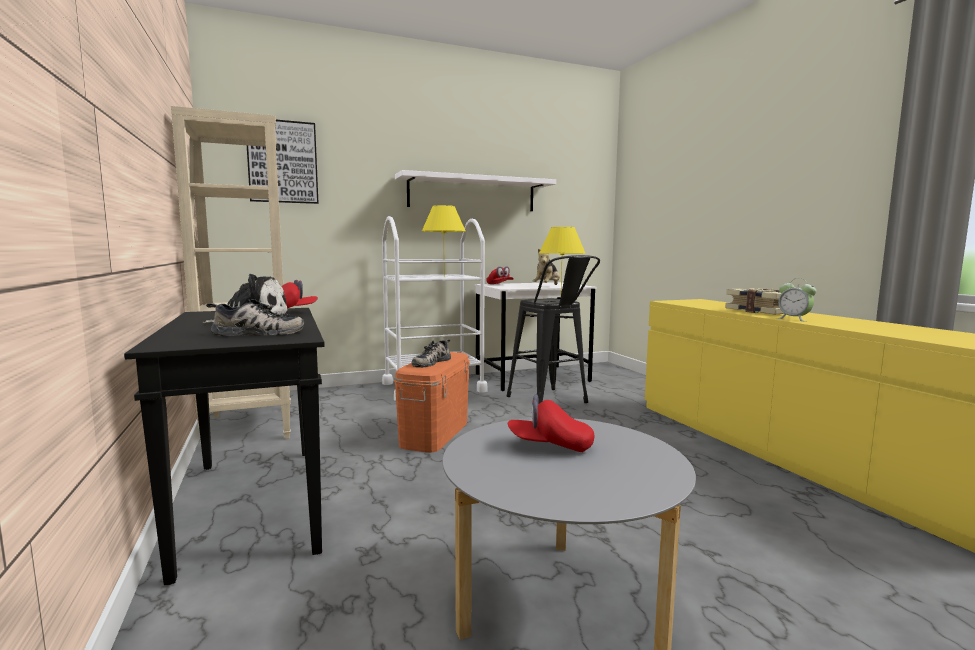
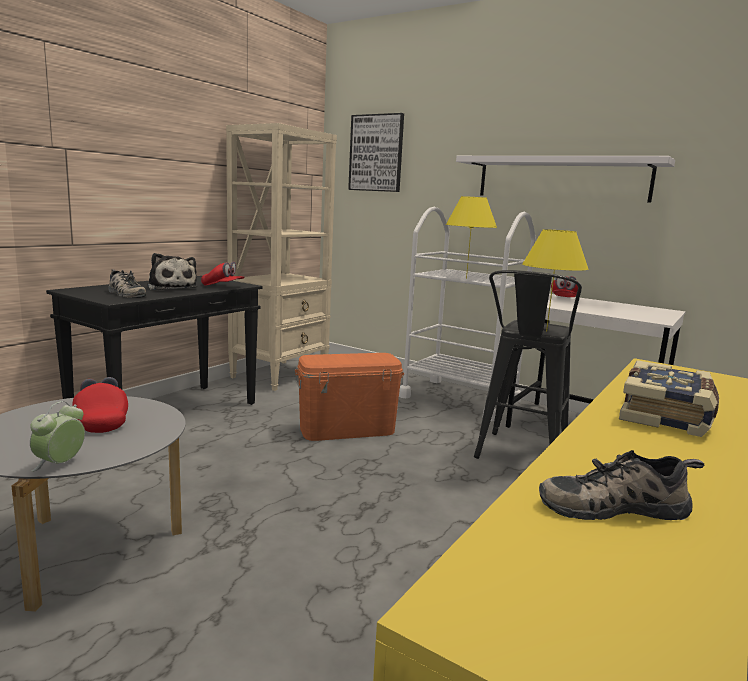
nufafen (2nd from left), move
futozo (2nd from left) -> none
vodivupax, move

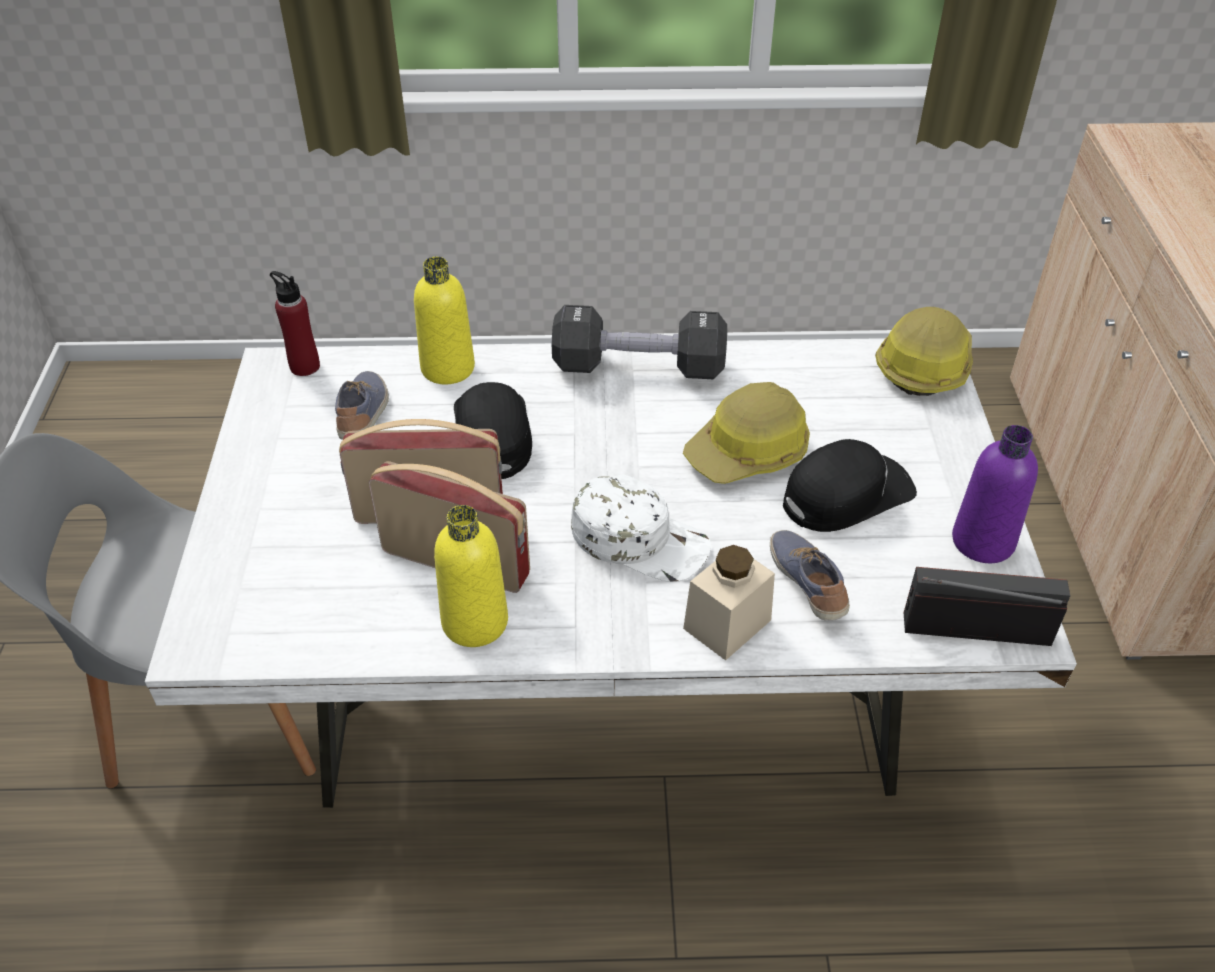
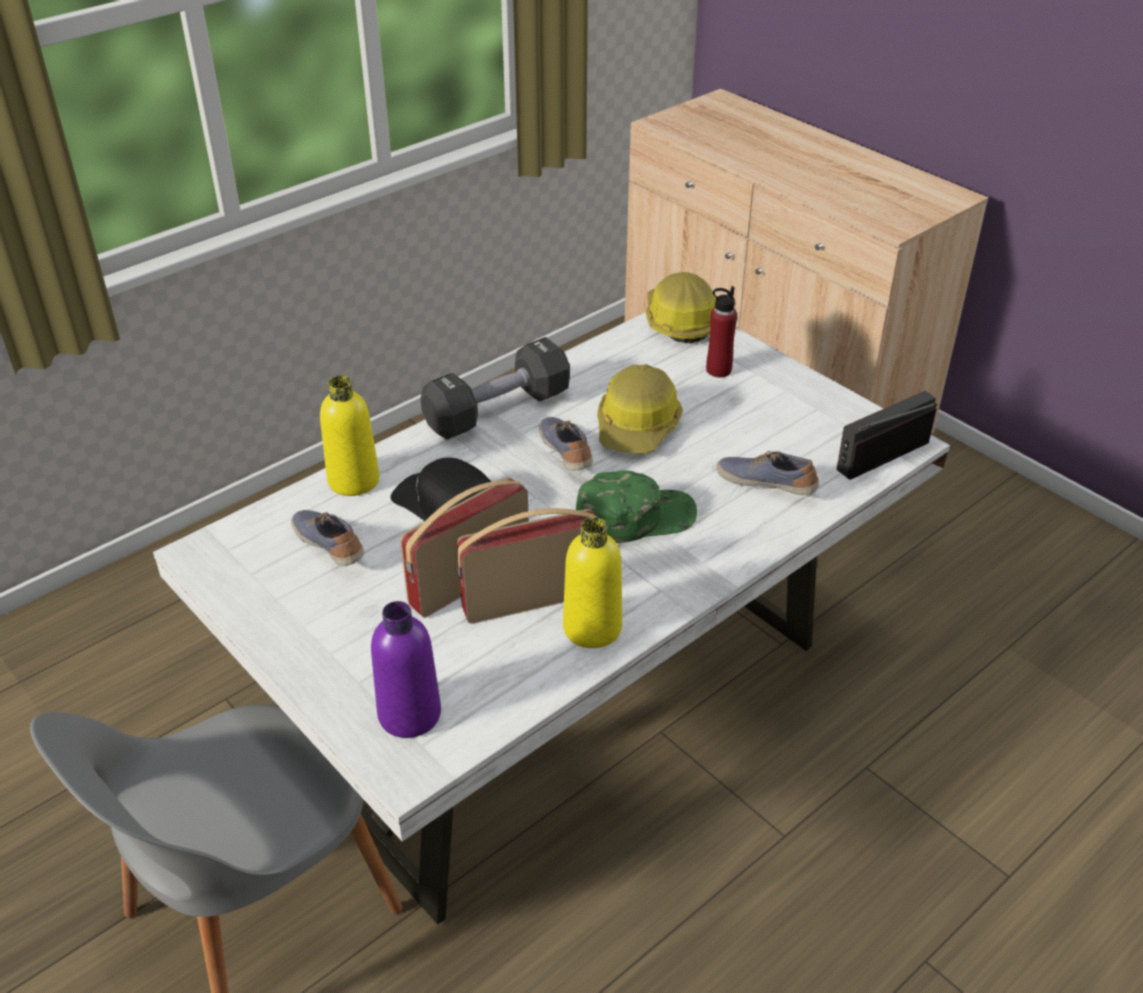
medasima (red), move
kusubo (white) -> kusubo (green)
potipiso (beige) -> none
kusubo (black) (2nd from left) -> none
medasima (purple), move
none -> nufafen (2nd from left)

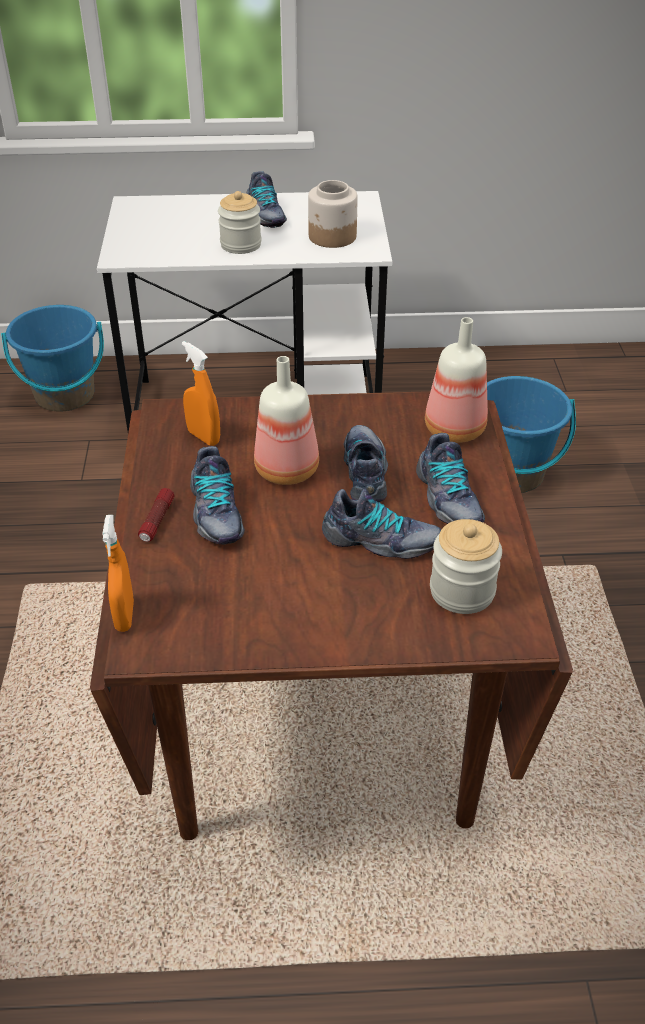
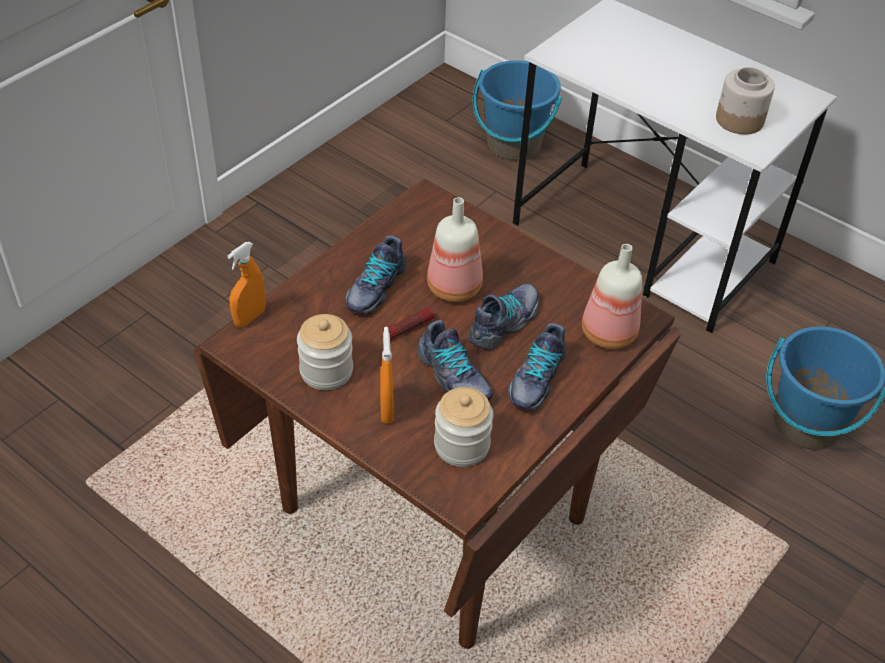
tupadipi, move
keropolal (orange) (2nd from left), move
potipiso (1st from left), move
nufafen (2nd from left) -> none

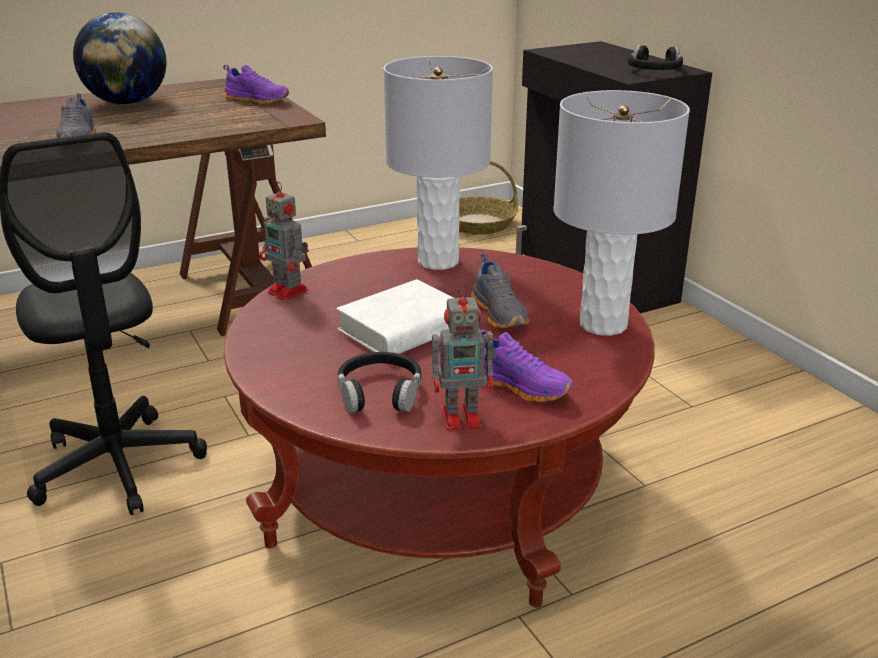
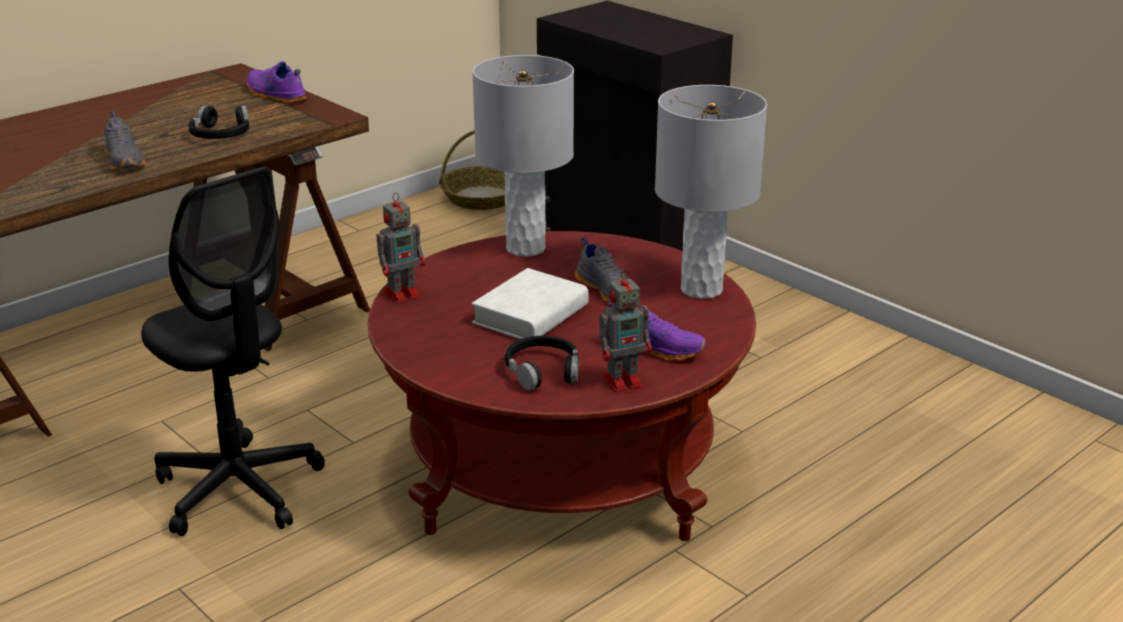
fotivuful -> none
nufafen (purple) (1st from left), 150 degrees counterclockwise
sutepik (1st from left), 60 degrees counterclockwise
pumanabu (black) (2nd from left in the first image) -> pumanabu (black) (1st from left), move

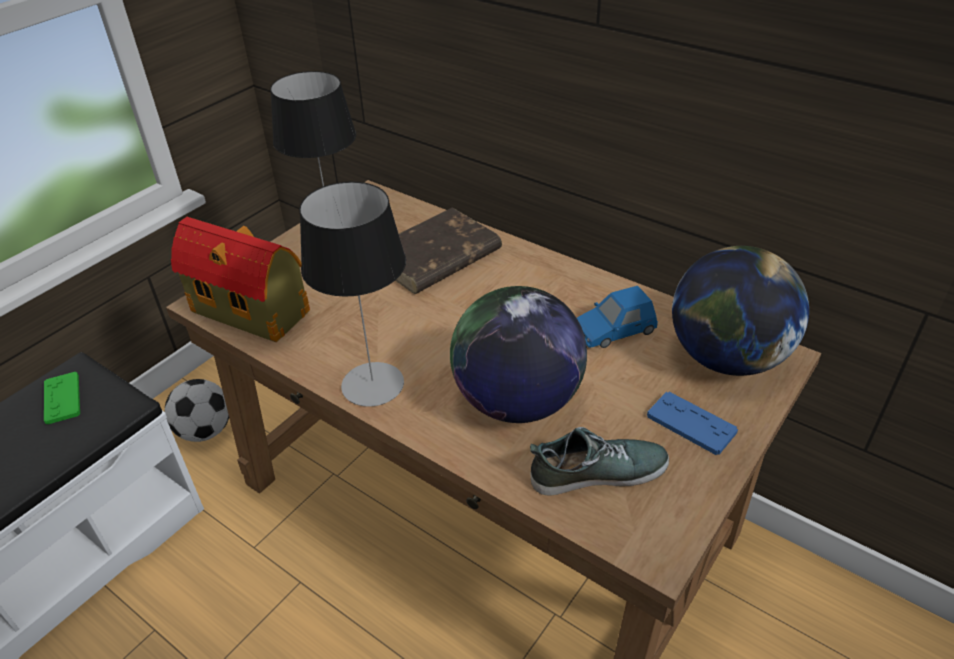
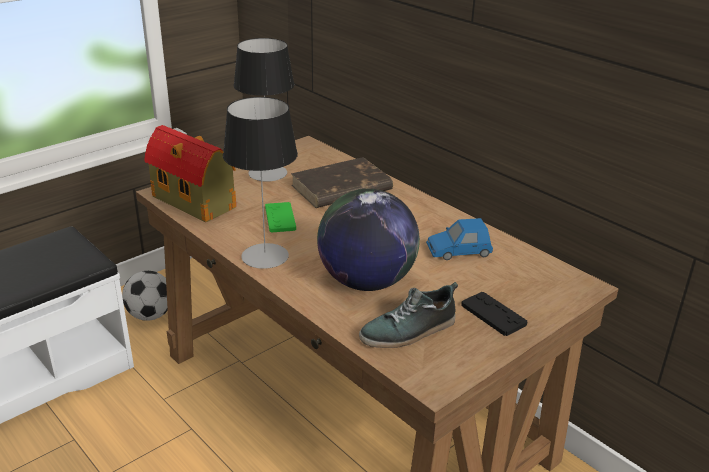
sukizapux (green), move
nufafen, 150 degrees clockwise
sukizapux (blue) -> sukizapux (black)
fotivuful (2nd from left) -> none

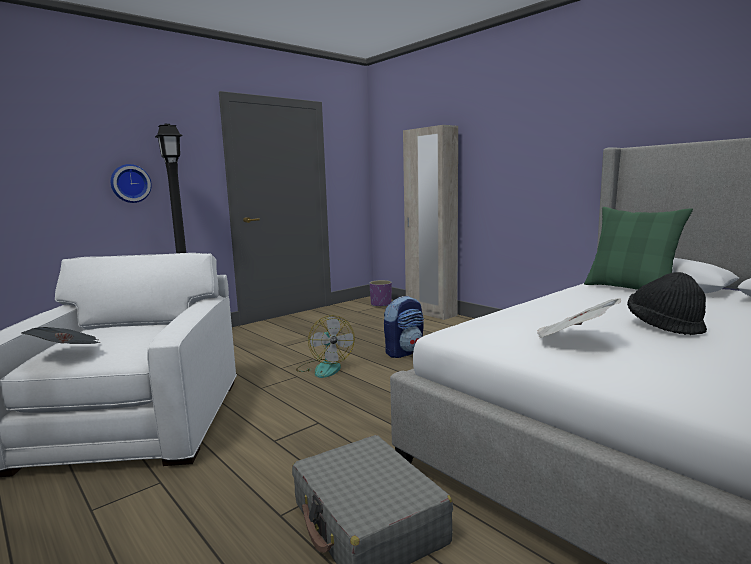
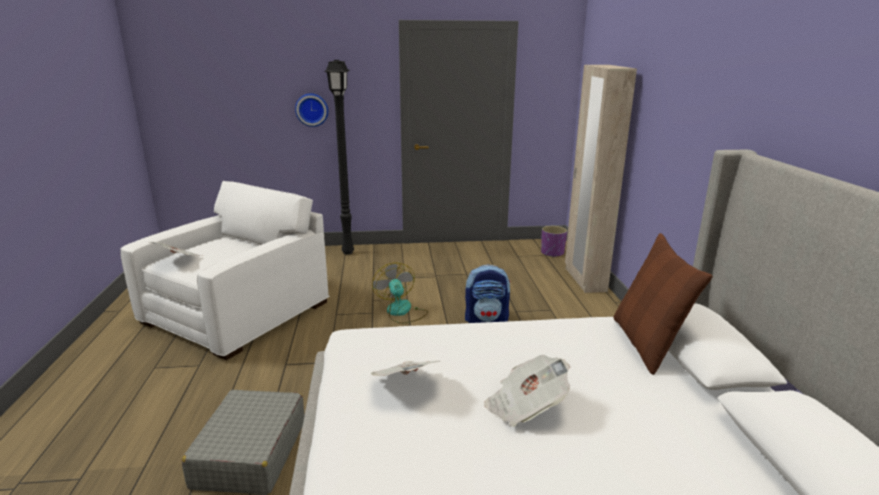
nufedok, 150 degrees clockwise
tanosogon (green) -> tanosogon (brown)
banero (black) -> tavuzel (3rd from left)

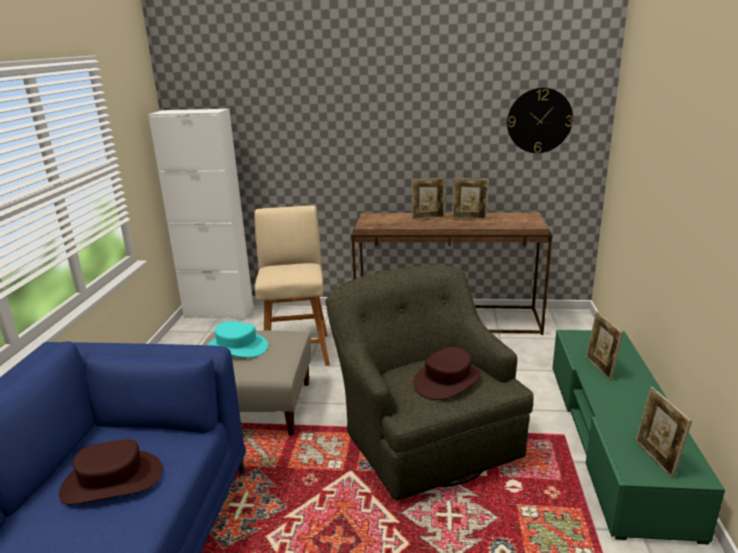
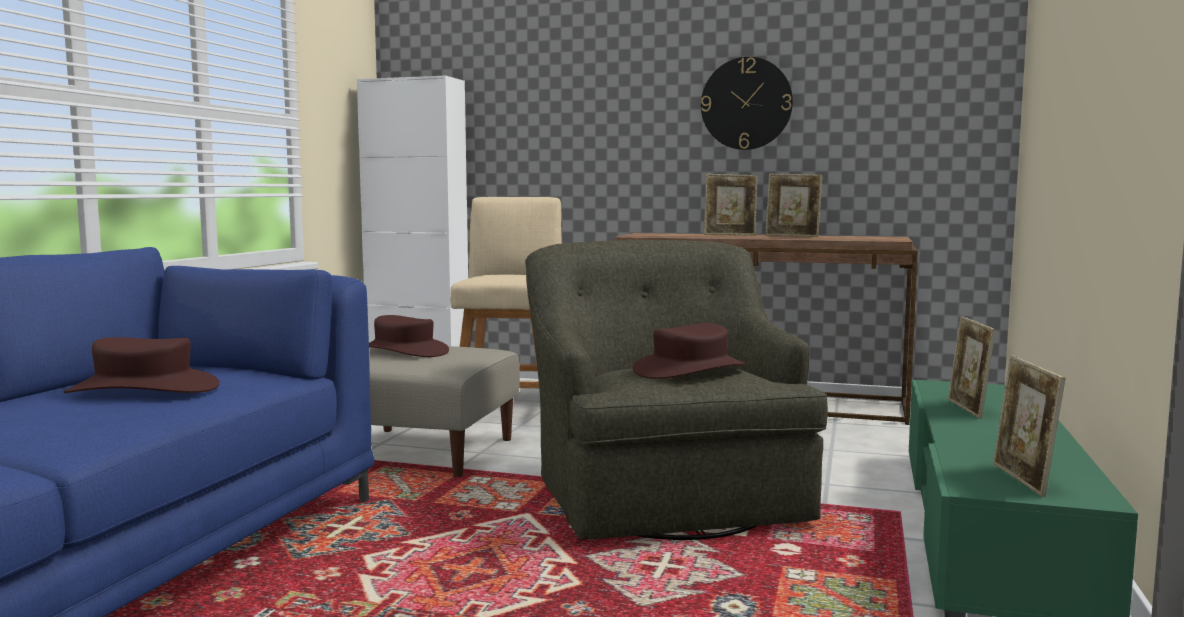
banero (turquoise) -> banero (brown) (2nd from left)
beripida, move

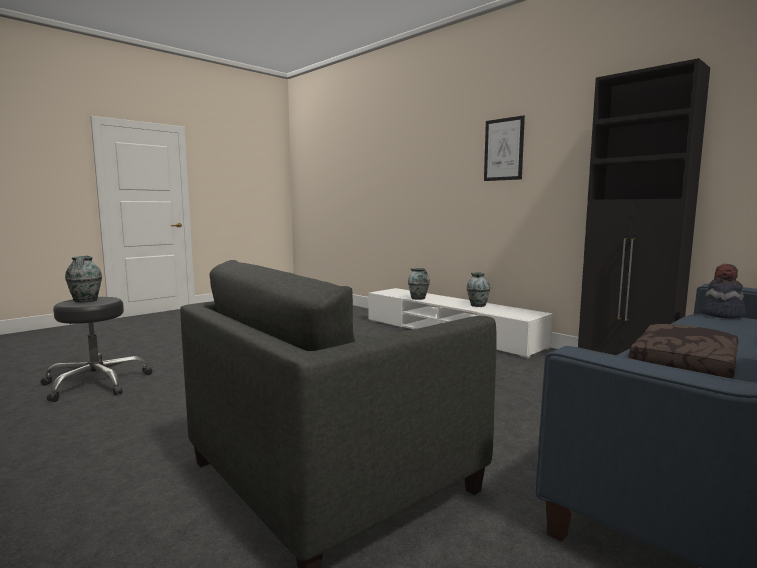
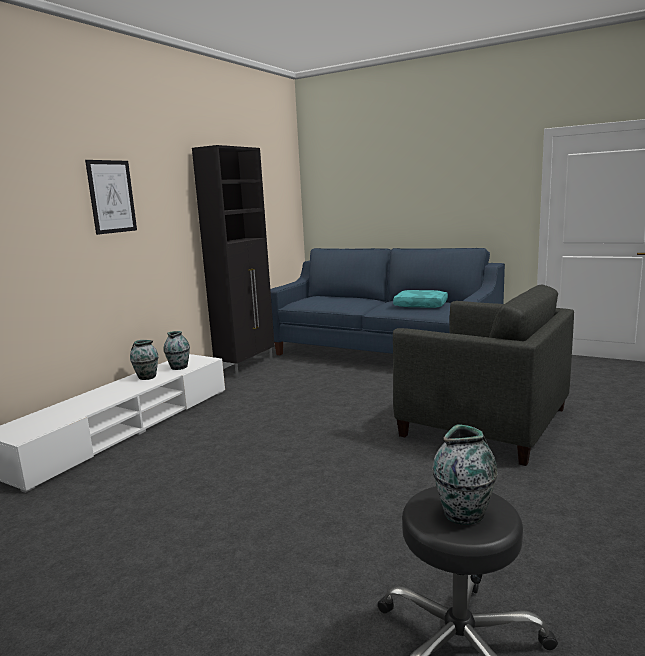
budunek (2nd from left), move
tanosogon (brown) -> tanosogon (turquoise)
banero -> none

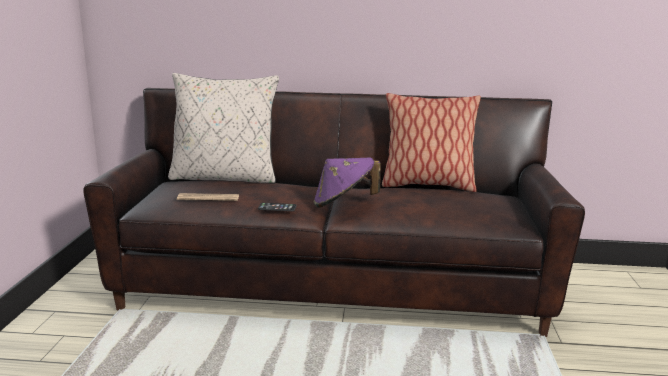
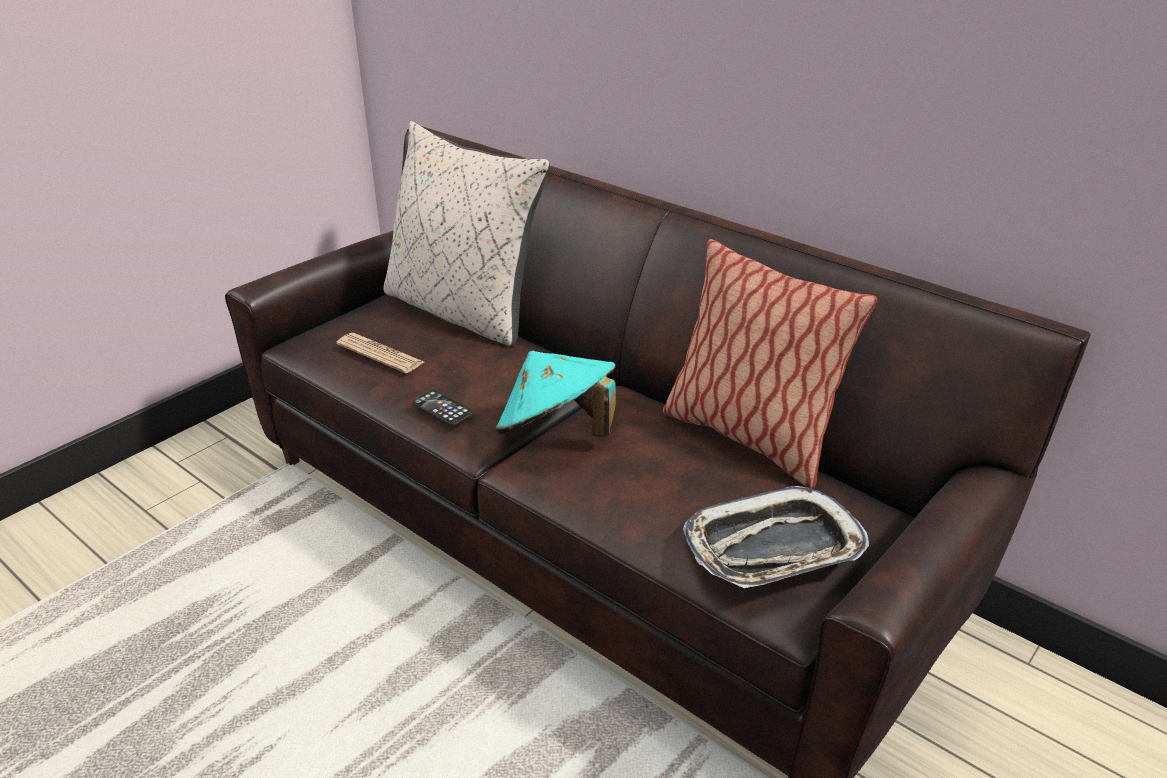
banero (purple) -> banero (turquoise)
none -> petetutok

